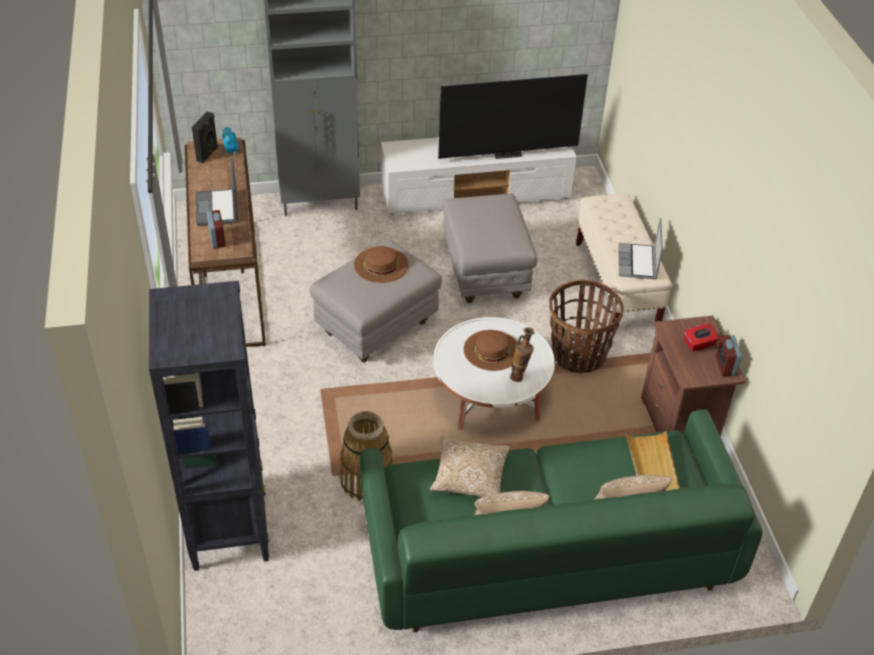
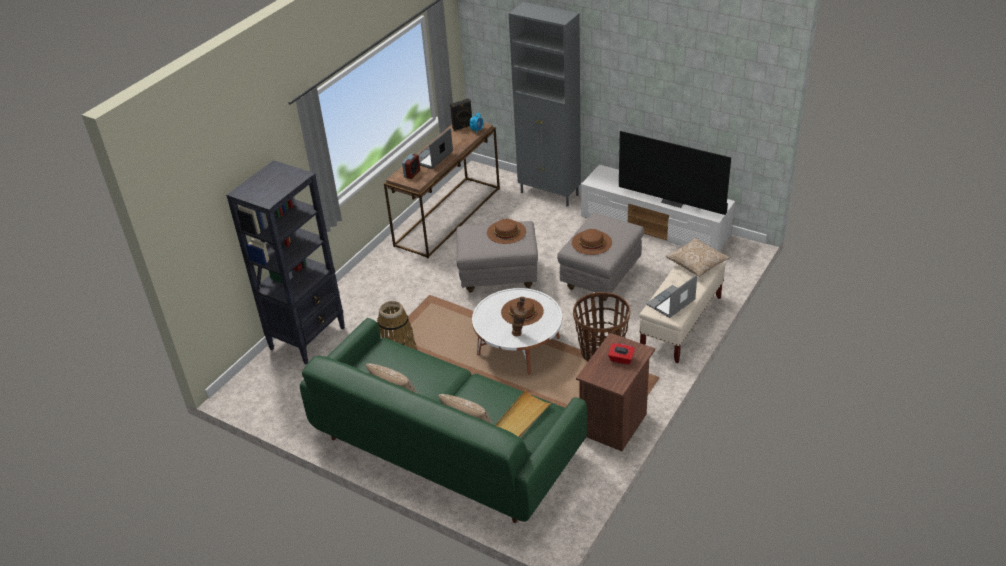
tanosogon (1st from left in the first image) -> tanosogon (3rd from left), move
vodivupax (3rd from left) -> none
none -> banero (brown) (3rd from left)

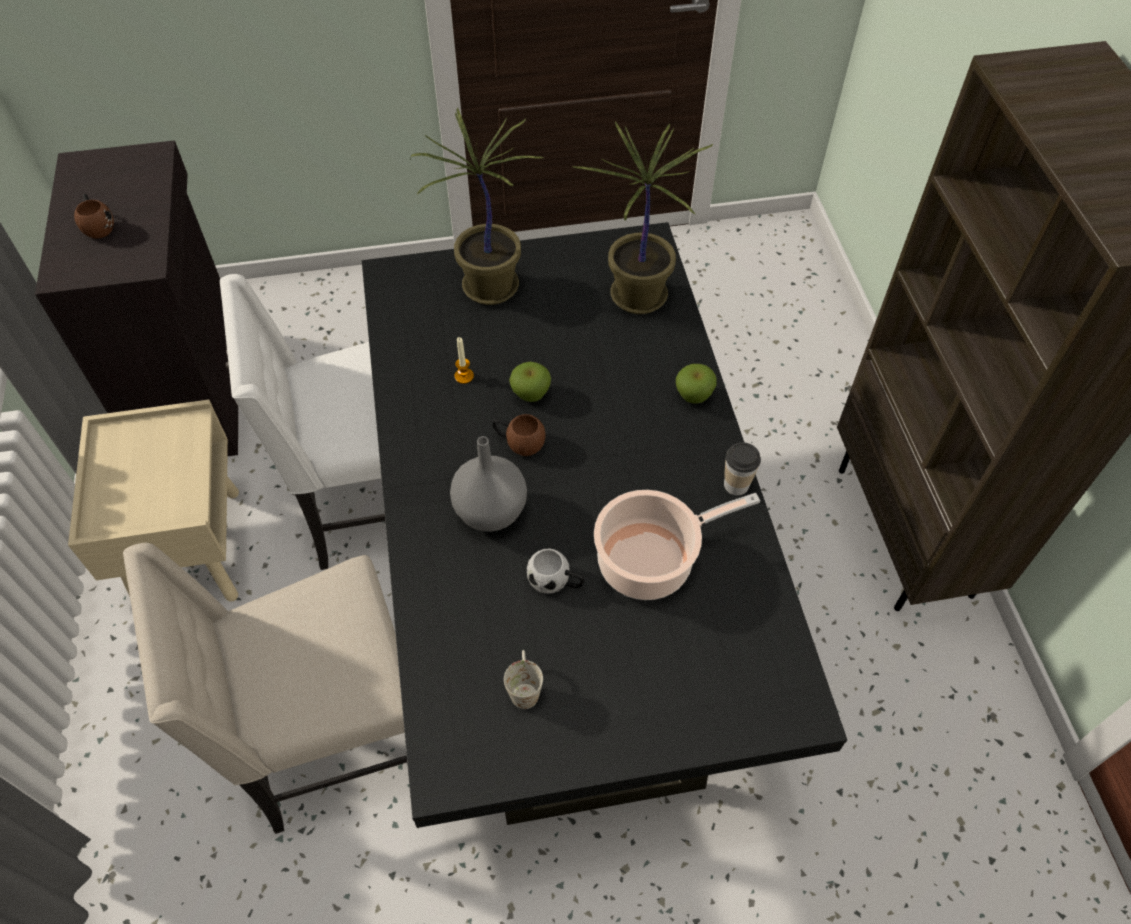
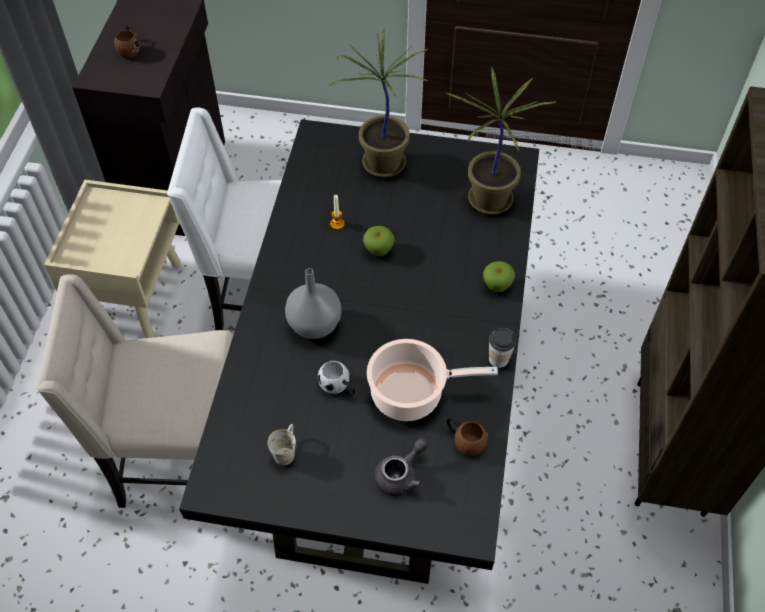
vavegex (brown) (2nd from left), move
none -> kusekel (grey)

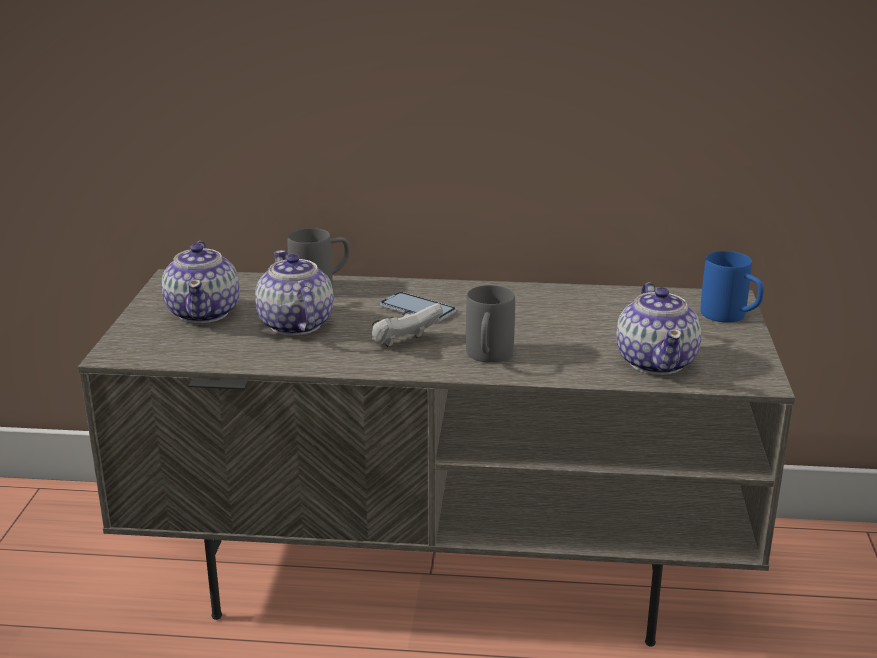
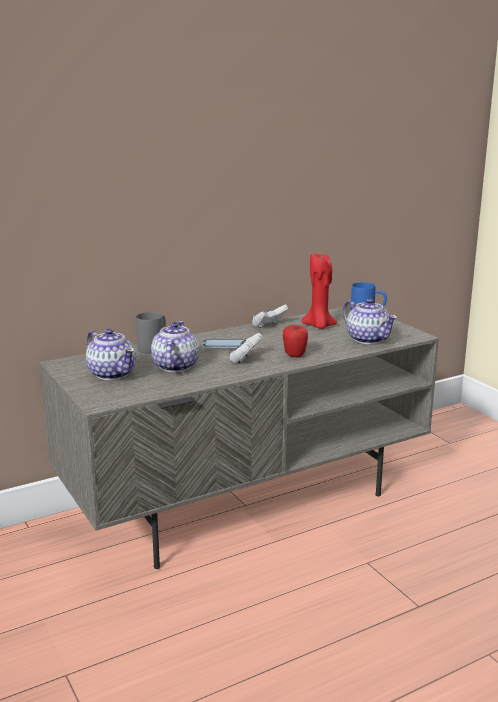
kusekel (2nd from left), 60 degrees clockwise
vavegex (grey) (2nd from left) -> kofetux
none -> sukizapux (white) (2nd from left)
none -> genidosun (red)

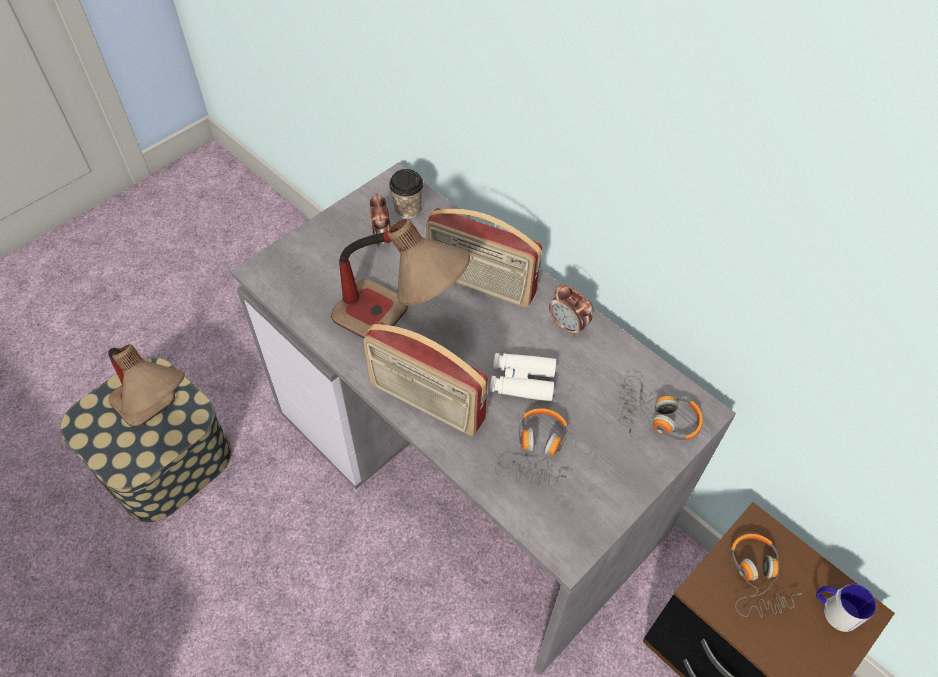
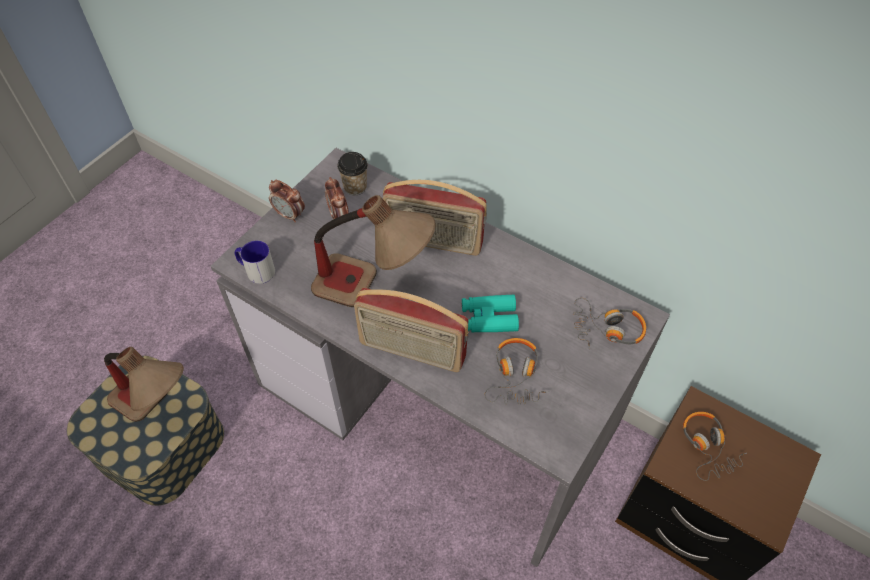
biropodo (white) -> biropodo (turquoise)
vodivupax (2nd from left in the first image) -> vodivupax (1st from left), move
vavegex, move

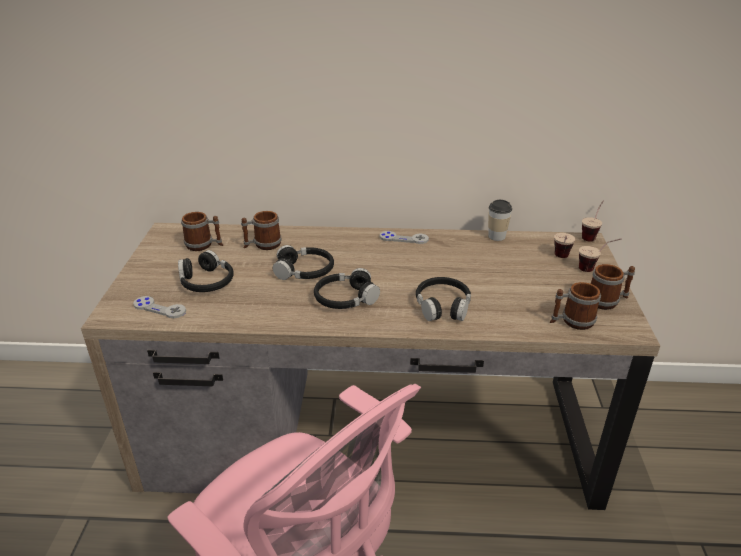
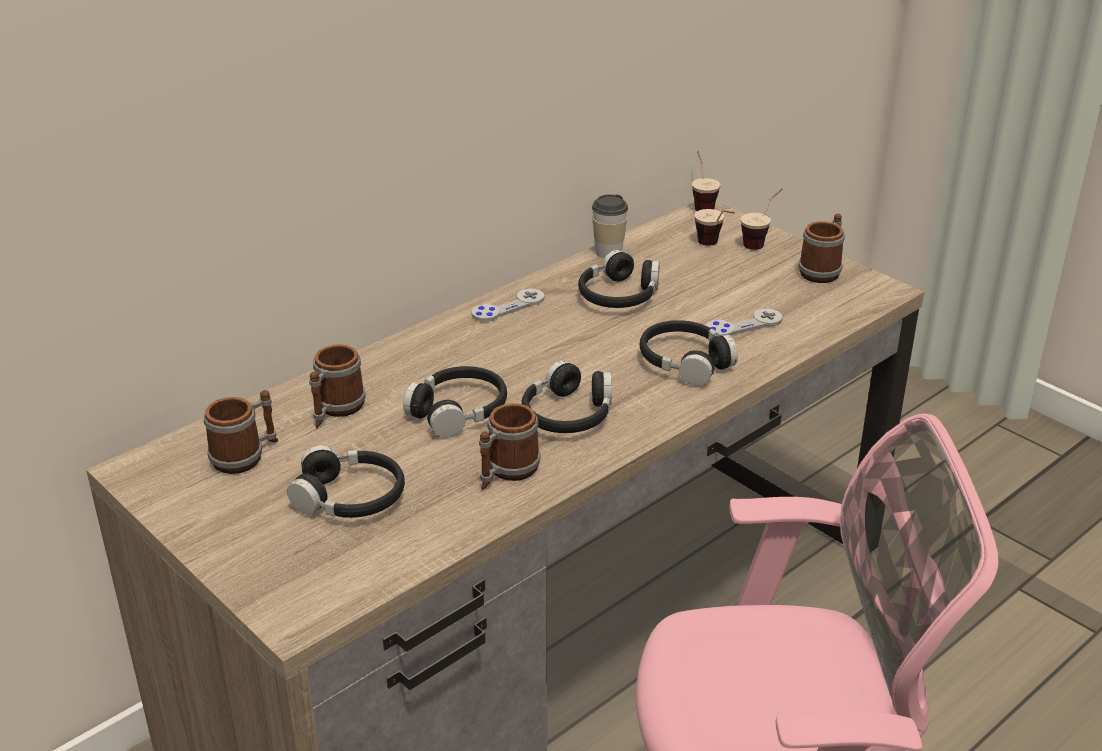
sukizapux (grey) (1st from left in the first image) -> sukizapux (grey) (2nd from left), move
vavegex (3rd from left), move
none -> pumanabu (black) (4th from left)

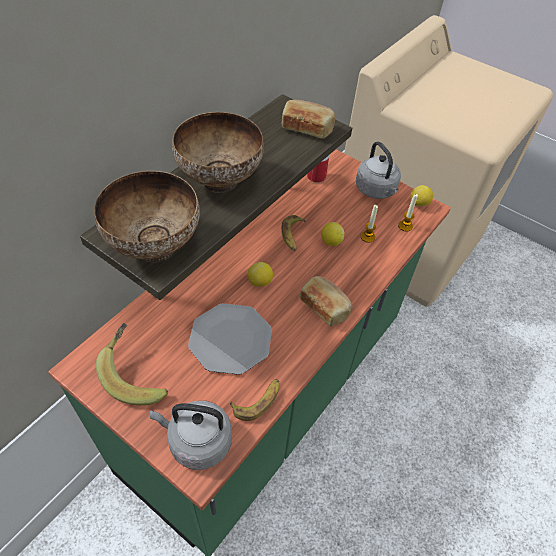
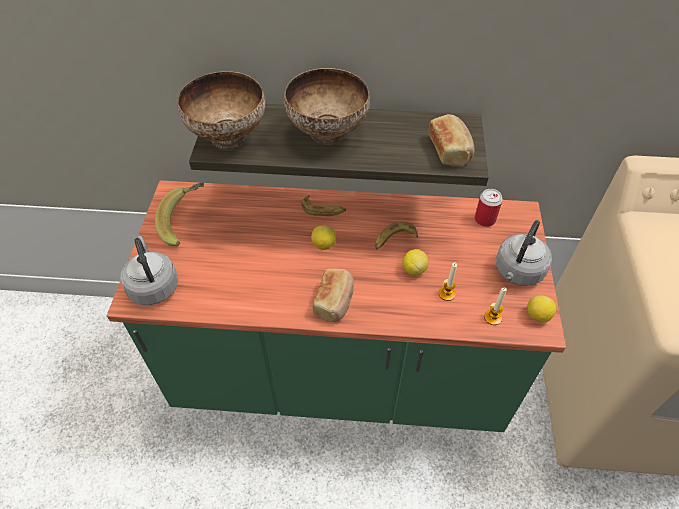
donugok -> none
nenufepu (2nd from left), move

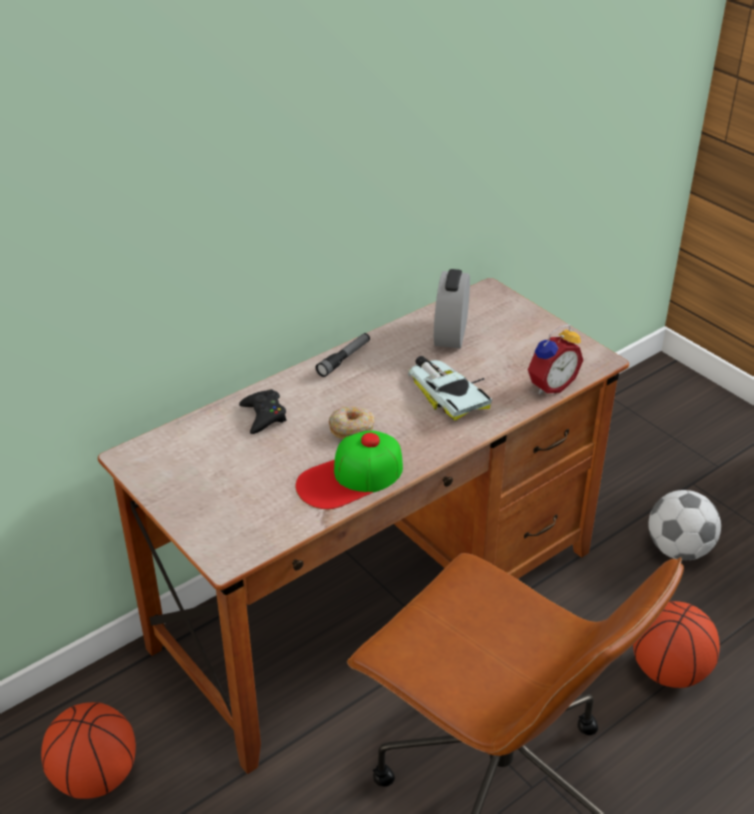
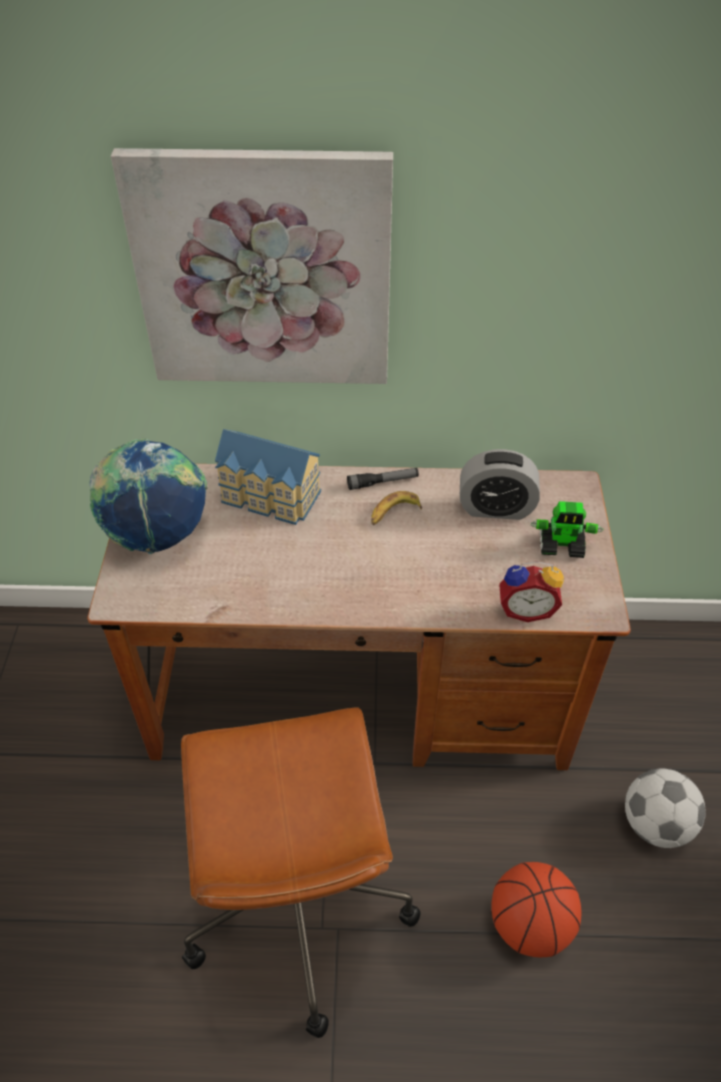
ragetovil (1st from left) -> none
sukizapux (black) -> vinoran
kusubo -> none
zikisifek -> none
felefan -> none
vodivupax (1st from left), 135 degrees counterclockwise
none -> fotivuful
none -> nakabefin
none -> nenufepu
none -> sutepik

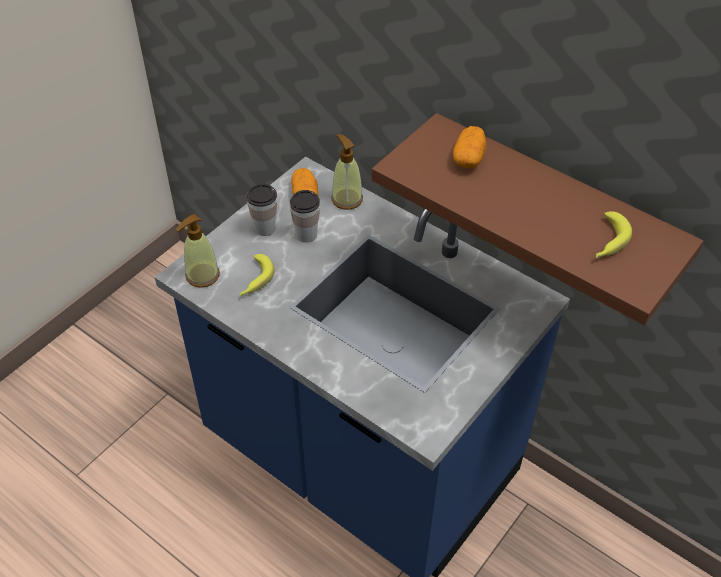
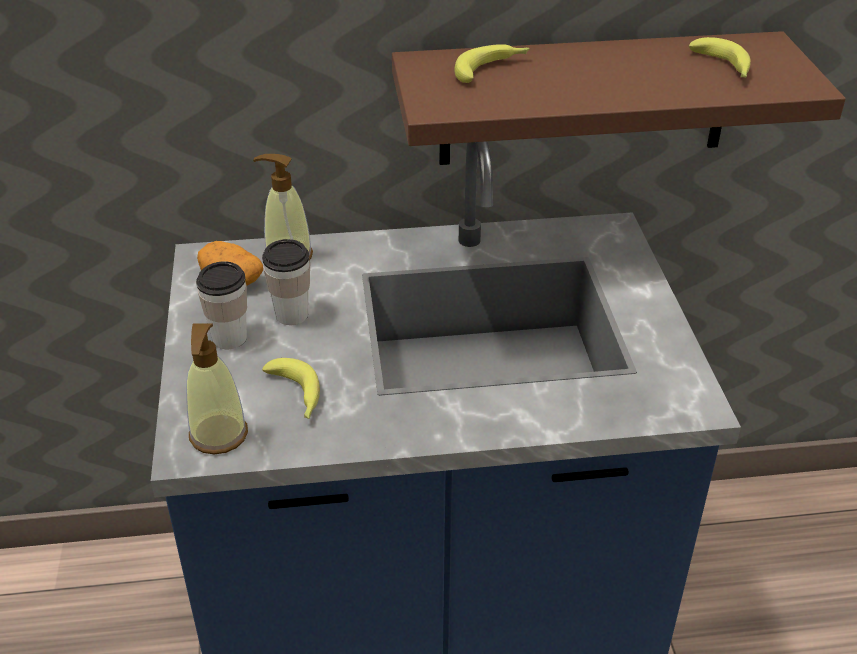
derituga (2nd from left) -> nenufepu (2nd from left)

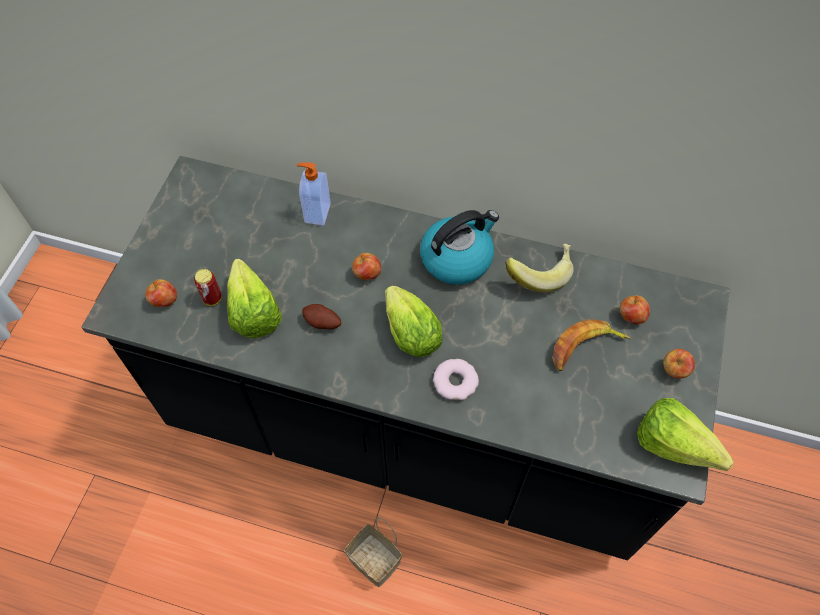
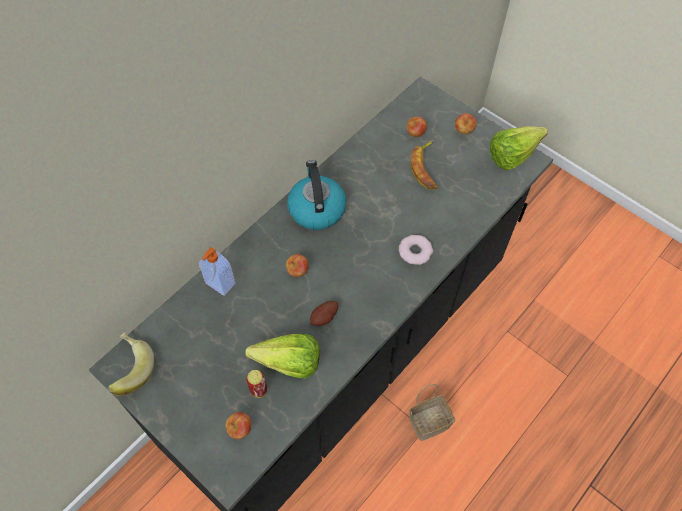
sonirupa (2nd from left) -> none
nenufepu (1st from left), move

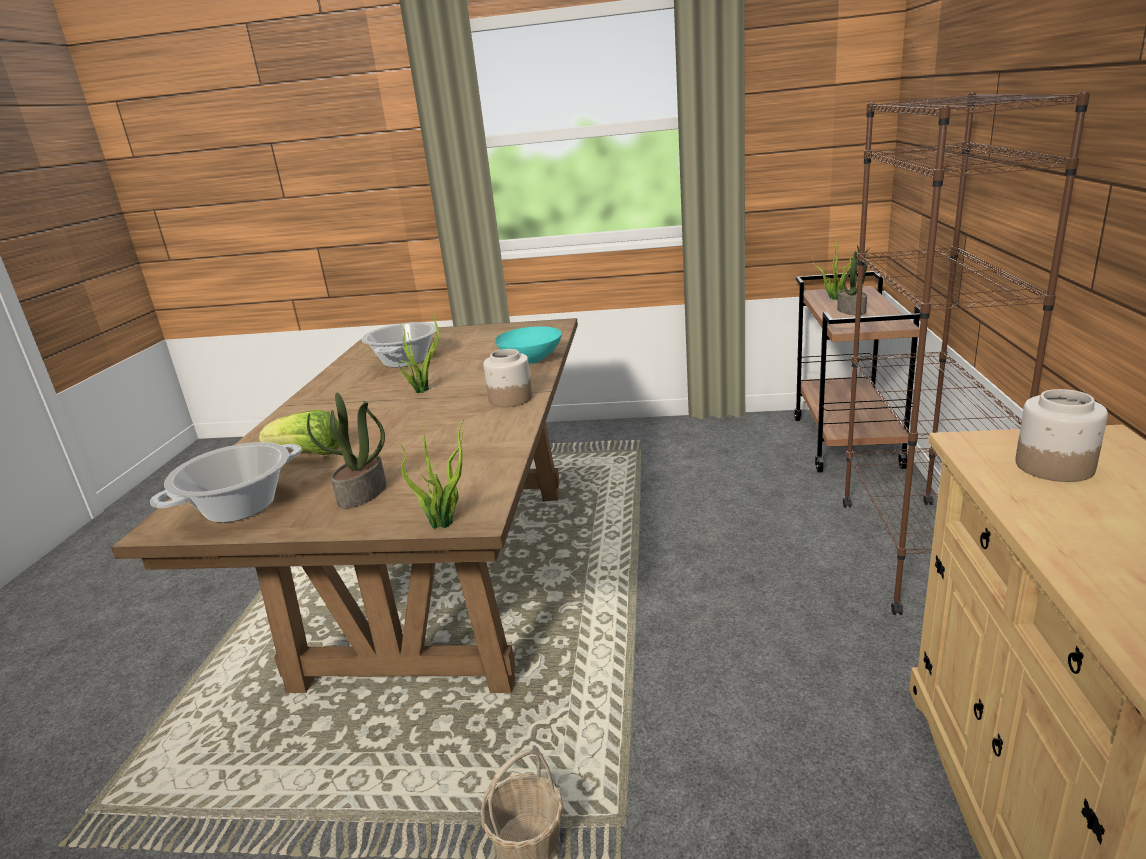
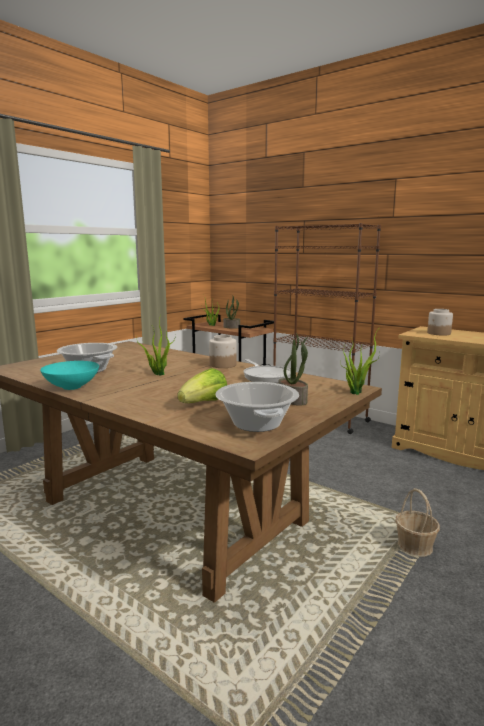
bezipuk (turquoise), move
none -> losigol

